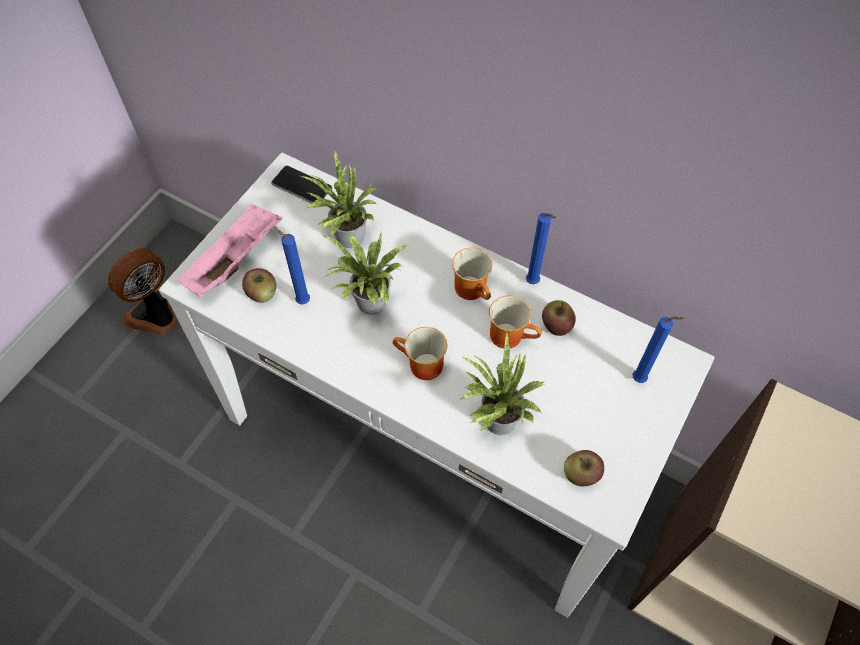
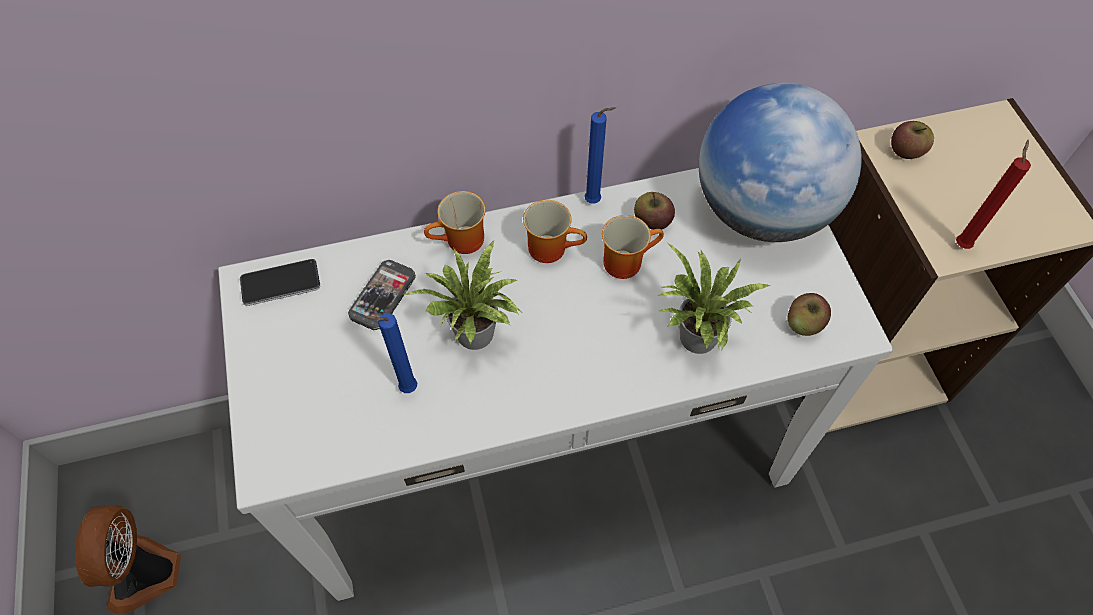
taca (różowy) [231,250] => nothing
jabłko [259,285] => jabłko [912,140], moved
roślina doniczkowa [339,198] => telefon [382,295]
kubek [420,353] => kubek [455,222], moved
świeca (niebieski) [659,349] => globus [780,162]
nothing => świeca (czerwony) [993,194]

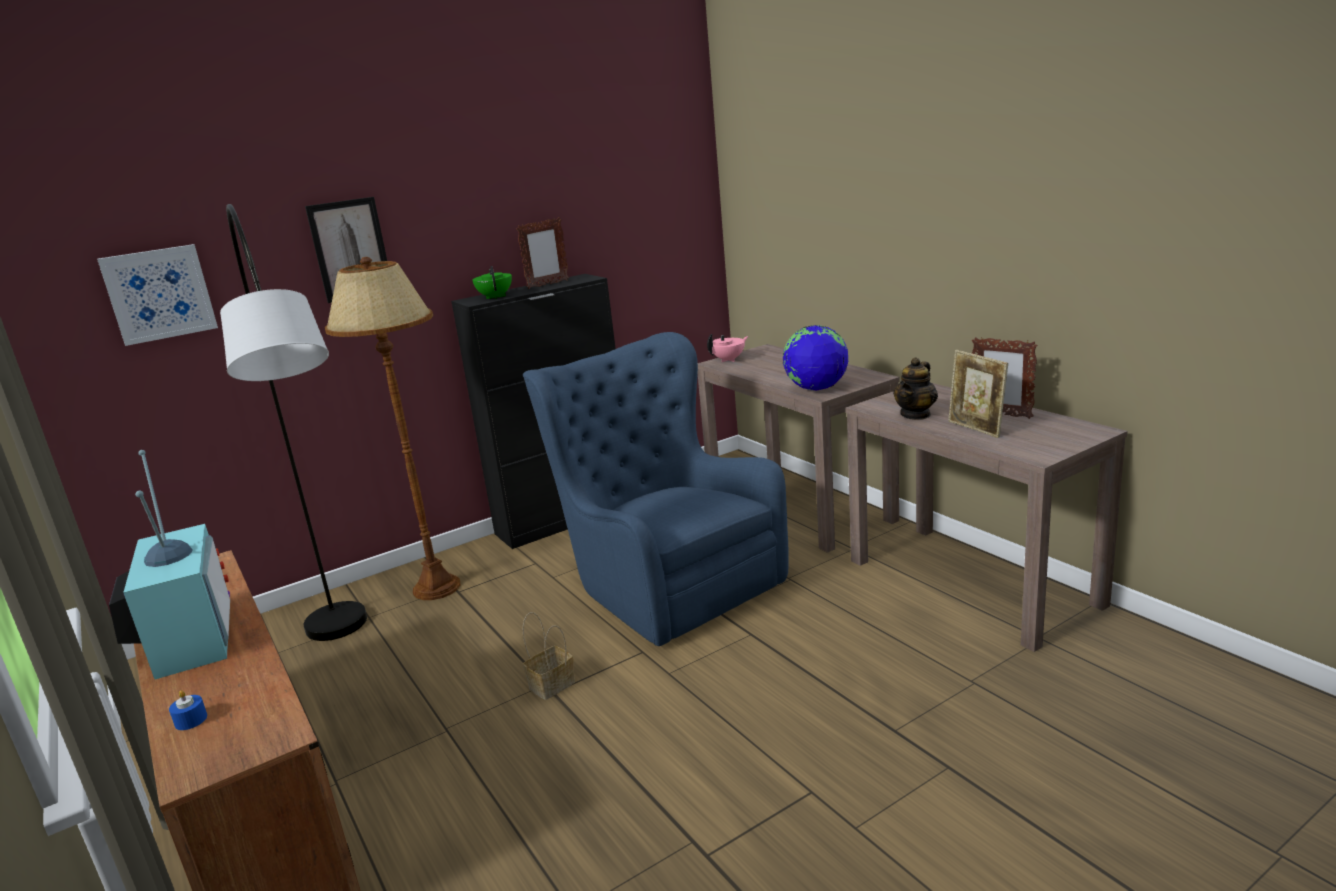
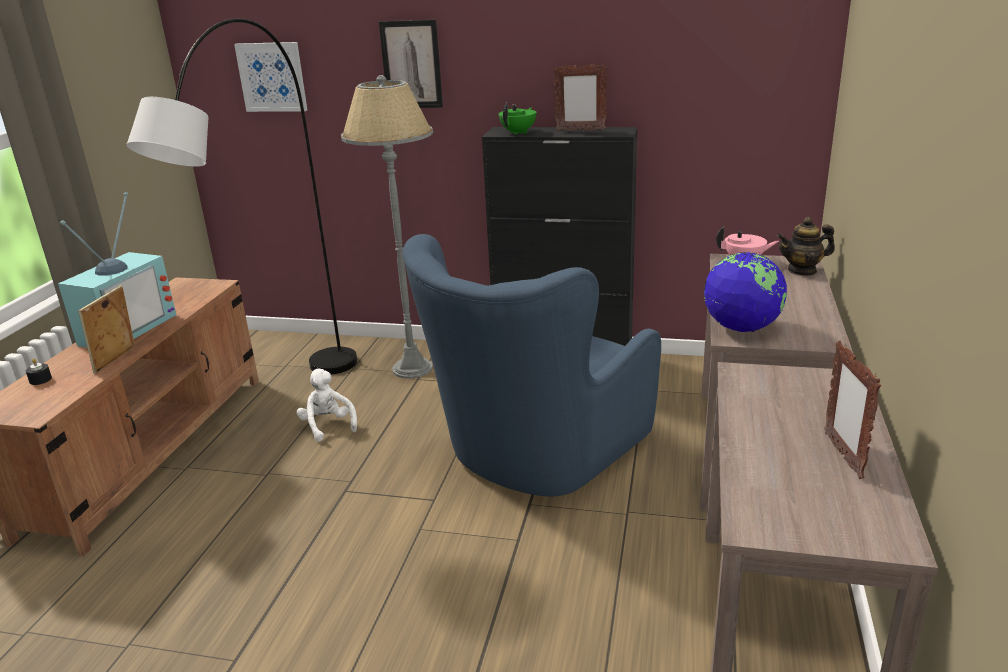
świeca (niebieski) [188,710] => świeca (czarny) [39,371]
lampa stojąca (brązowy) [392,428] => lampa stojąca (szary) [387,227]
fotel (niebieski) [656,489] => fotel (niebieski) [532,365], 150 degrees counterclockwise
koszyk [549,656] => nothing
imbryk [915,388] => imbryk [806,246], moved
ramka na zdjęcie [978,394] => ramka na zdjęcie [106,330], moved
nothing => pluszak (biały) [327,405]

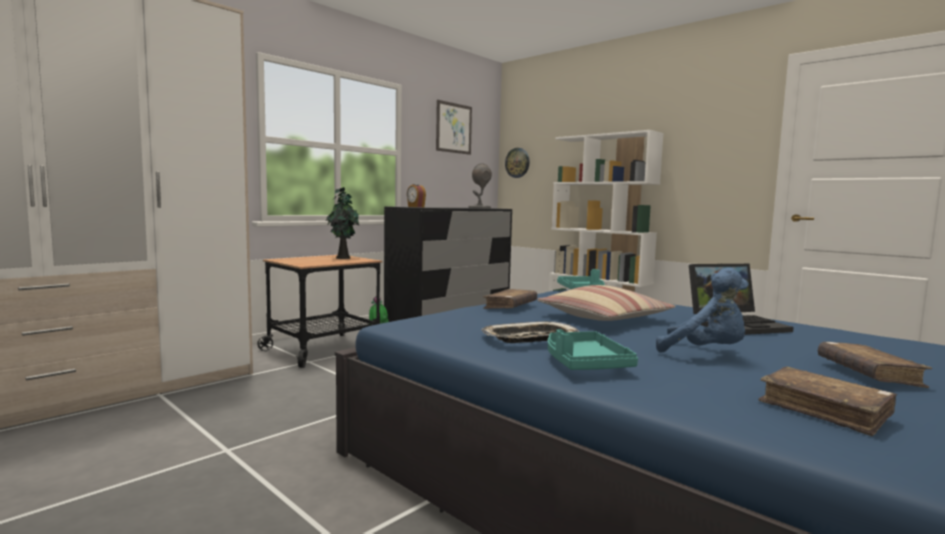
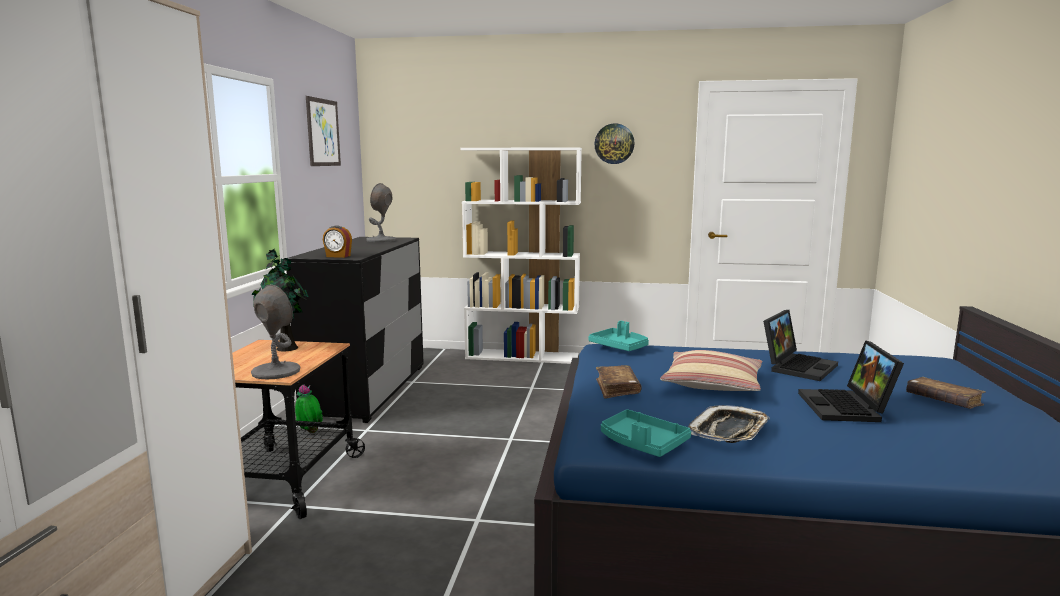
zegar ścienny [517,163] => zegar ścienny [615,143], moved
taca (turkusowy) [593,350] => taca (turkusowy) [646,433], moved
pluszak (niebieski) [702,310] => laptop [851,381]
książka (brązowy) [828,401] => nothing
nothing => lampa stołowa (szary) [275,331]

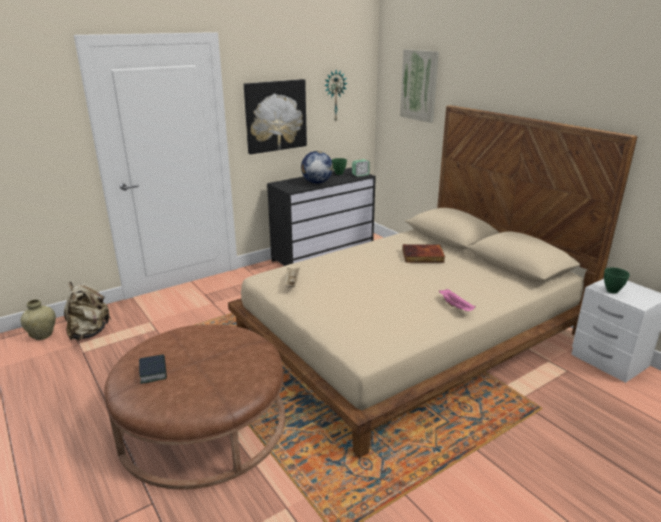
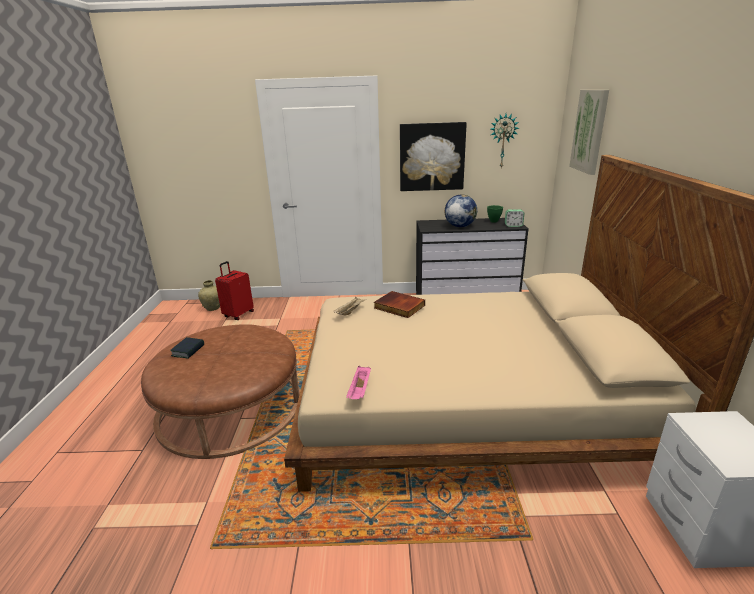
plecak (beżowy) [87,311] => walizka (czerwony) [234,290]
książka [423,253] => książka [399,304], moved
taca (różowy) [457,300] => taca (różowy) [358,382], moved
miska (zielony) [617,280] => nothing

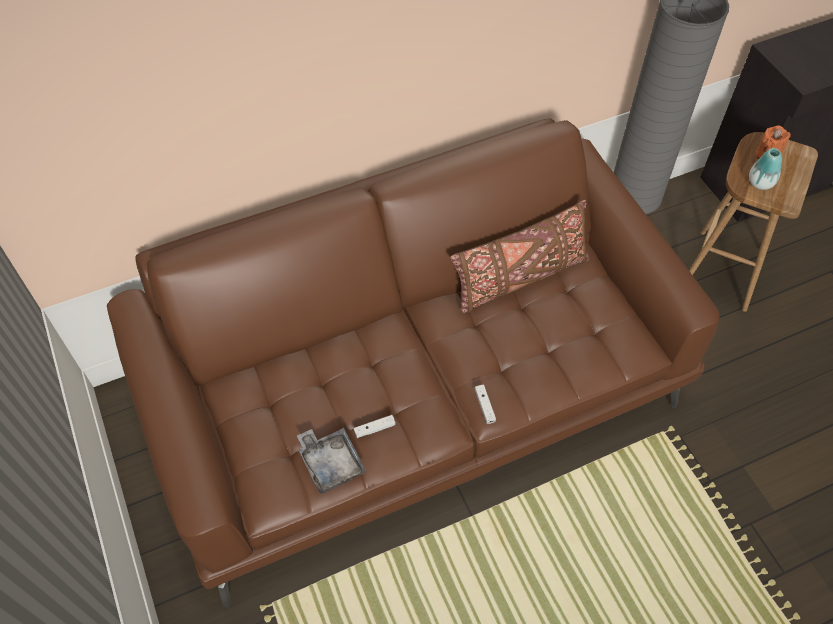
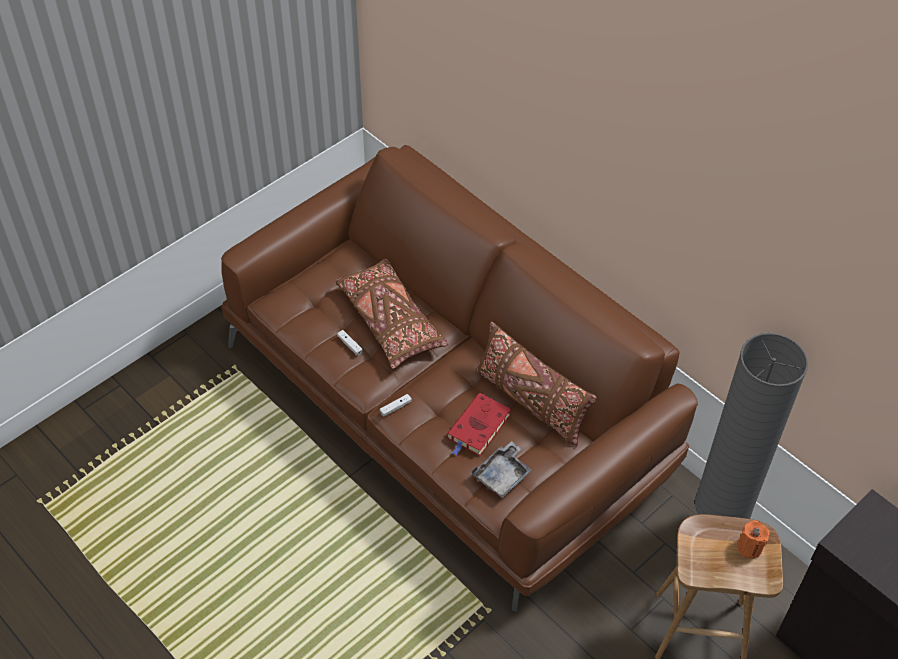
taca (szary) [331,461] => taca (szary) [502,469], moved
wazon [765,169] => nothing
nothing => poduszka (brązowy) [392,314]
nothing => książka (czerwony) [478,424]

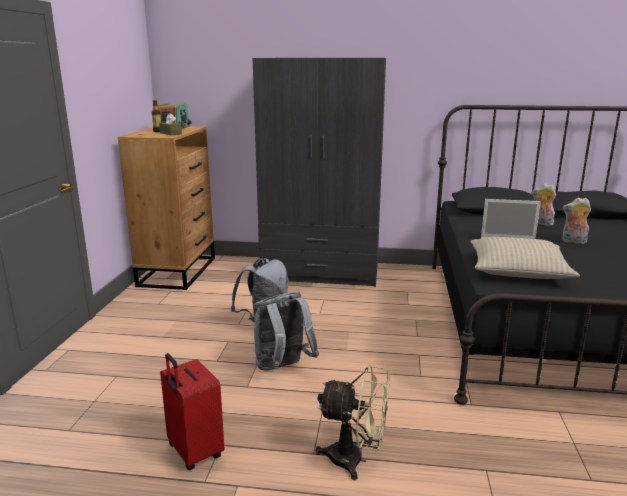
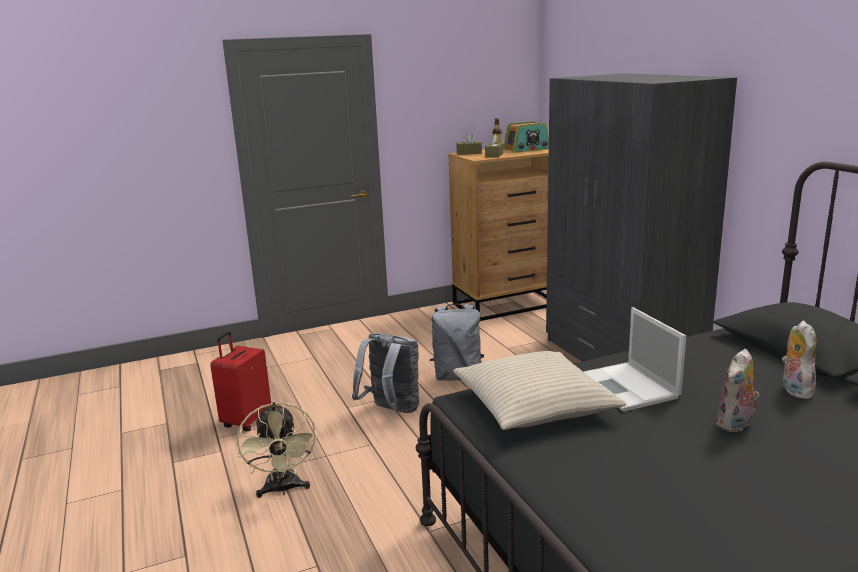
pluszak [576,221] => pluszak [738,390], 120 degrees counterclockwise
nothing => pudełko chusteczek (brązowy) [469,143]

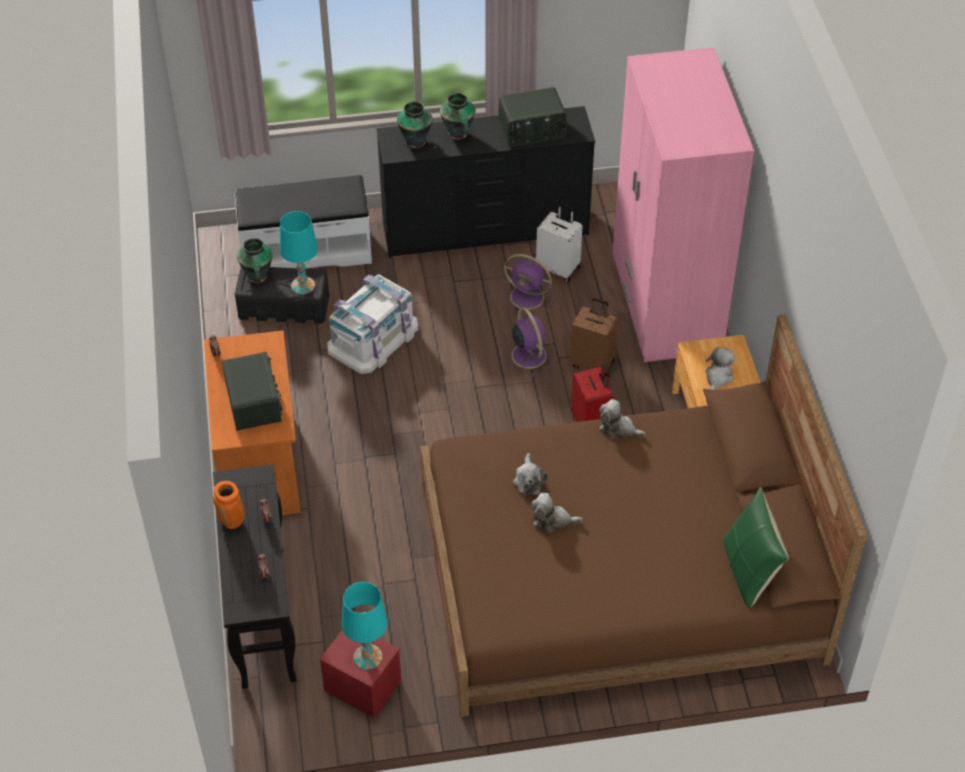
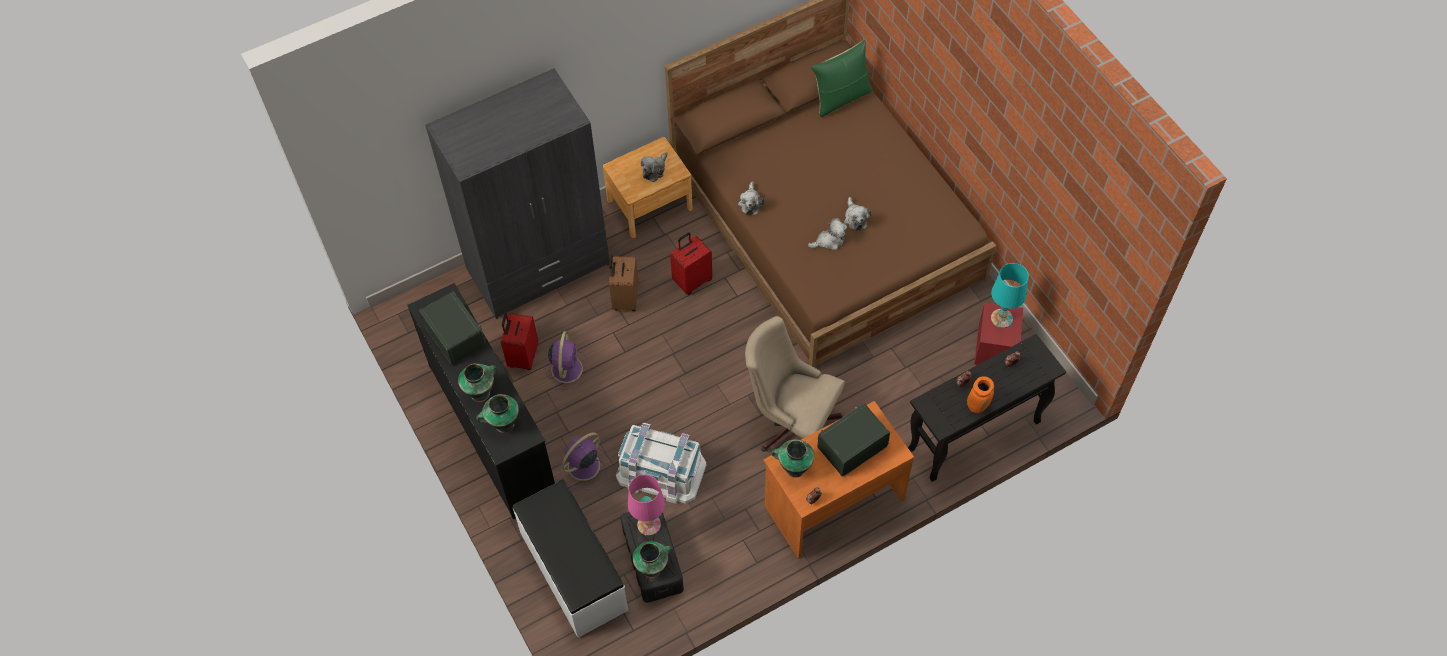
lampa stołowa (turkusowy) [299,253] => lampa stołowa (różowy) [646,505]
wentylator (fioletowy) [528,342] => wentylator (fioletowy) [583,461], moved
walizka (biały) [559,242] => walizka (czerwony) [519,341]
szafa (różowy) [683,204] => szafa (szary) [517,194]
pluszak [720,368] => pluszak [654,167], 60 degrees counterclockwise
nothing => krzesło biurowe (beżowy) [795,384]
nothing => wazon [792,458]

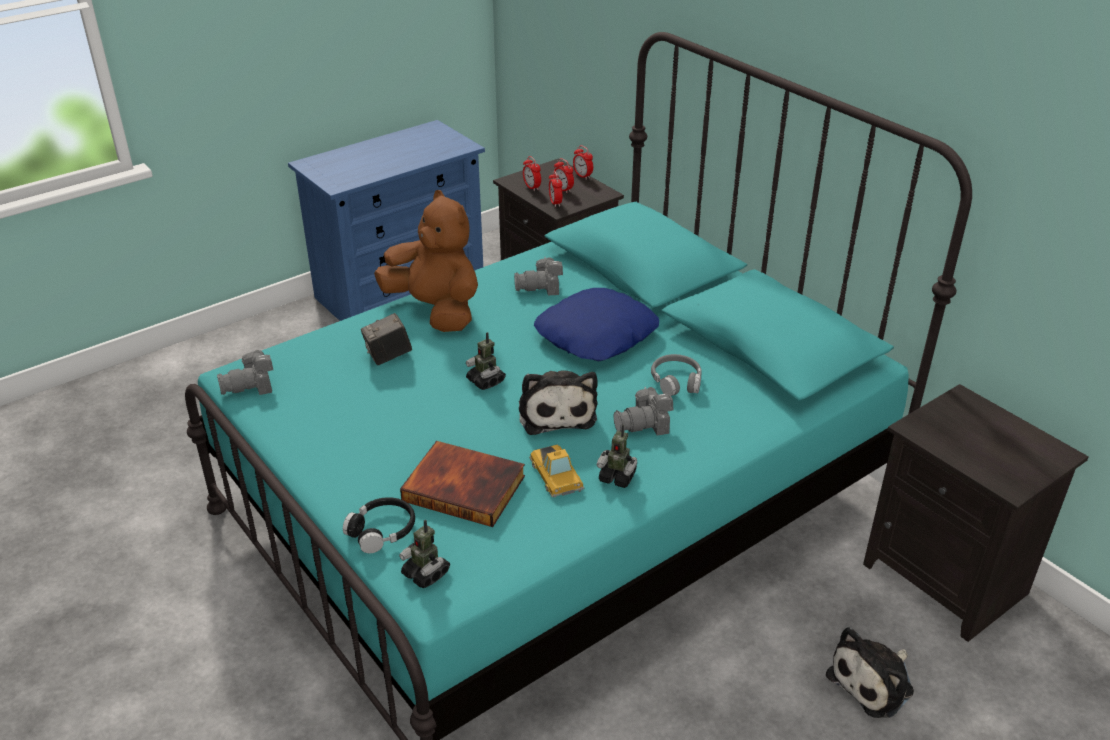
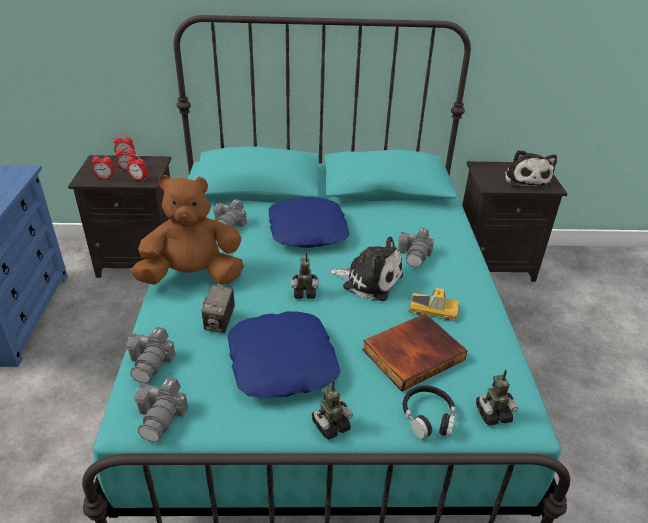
robot zabawkowy [617,456] => robot zabawkowy [332,409], moved
słuchawki (szary) [676,375] => nothing
pluszak [870,672] => pluszak [530,168], moved
nothing => aparat fotograficzny [151,355]
nothing => poduszka (niebieski) [283,354]

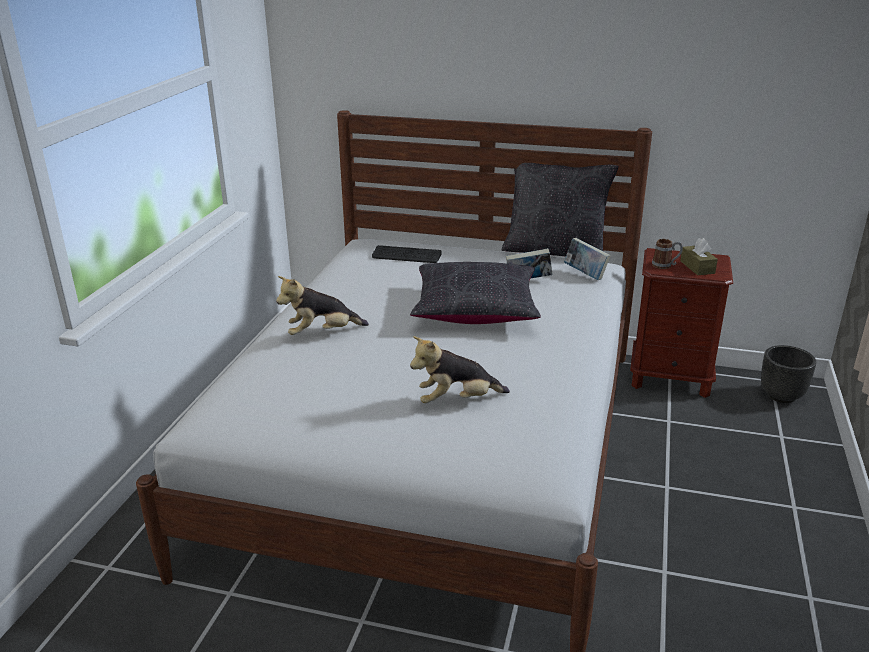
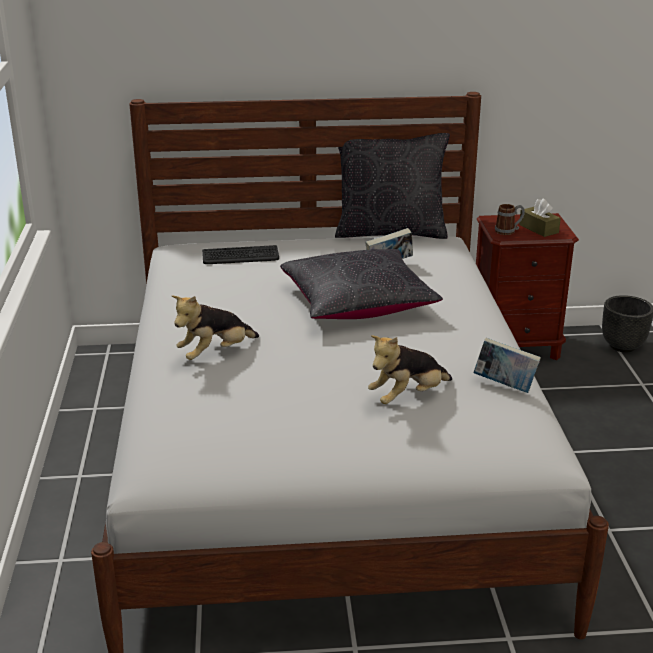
książka [587,259] => książka [507,365], moved

